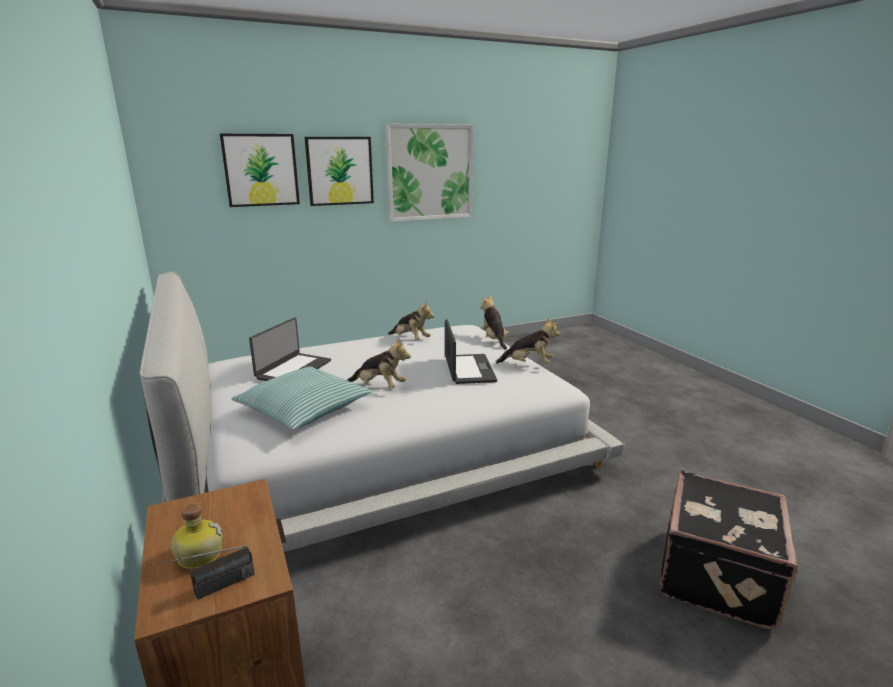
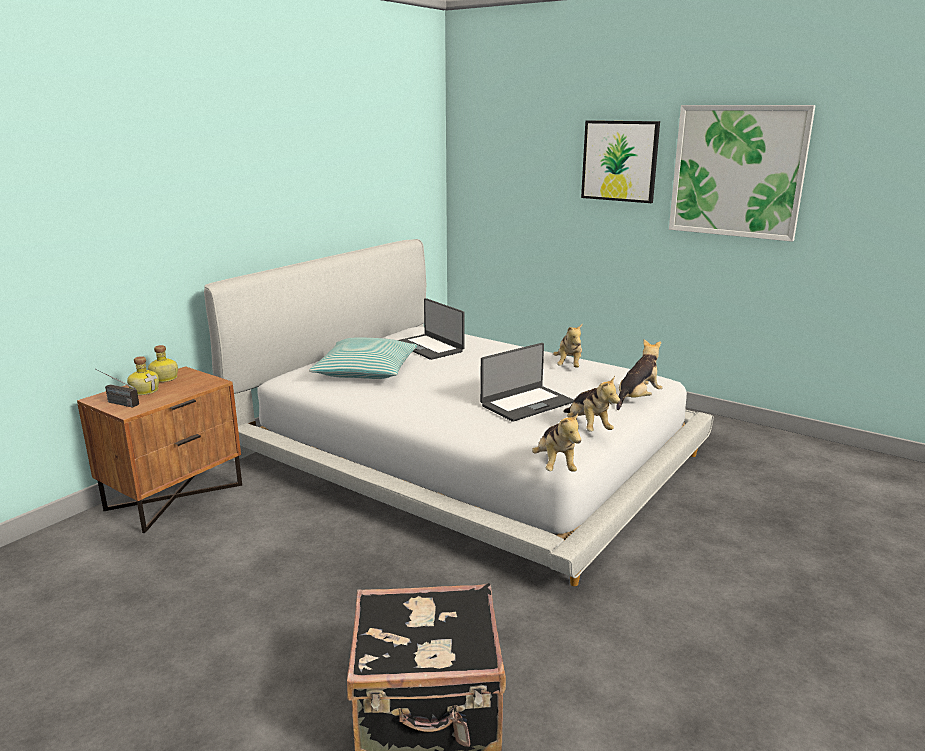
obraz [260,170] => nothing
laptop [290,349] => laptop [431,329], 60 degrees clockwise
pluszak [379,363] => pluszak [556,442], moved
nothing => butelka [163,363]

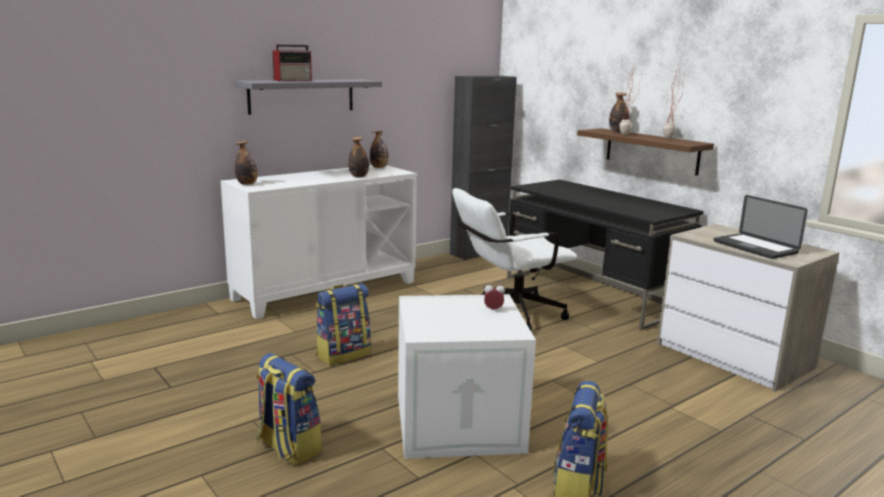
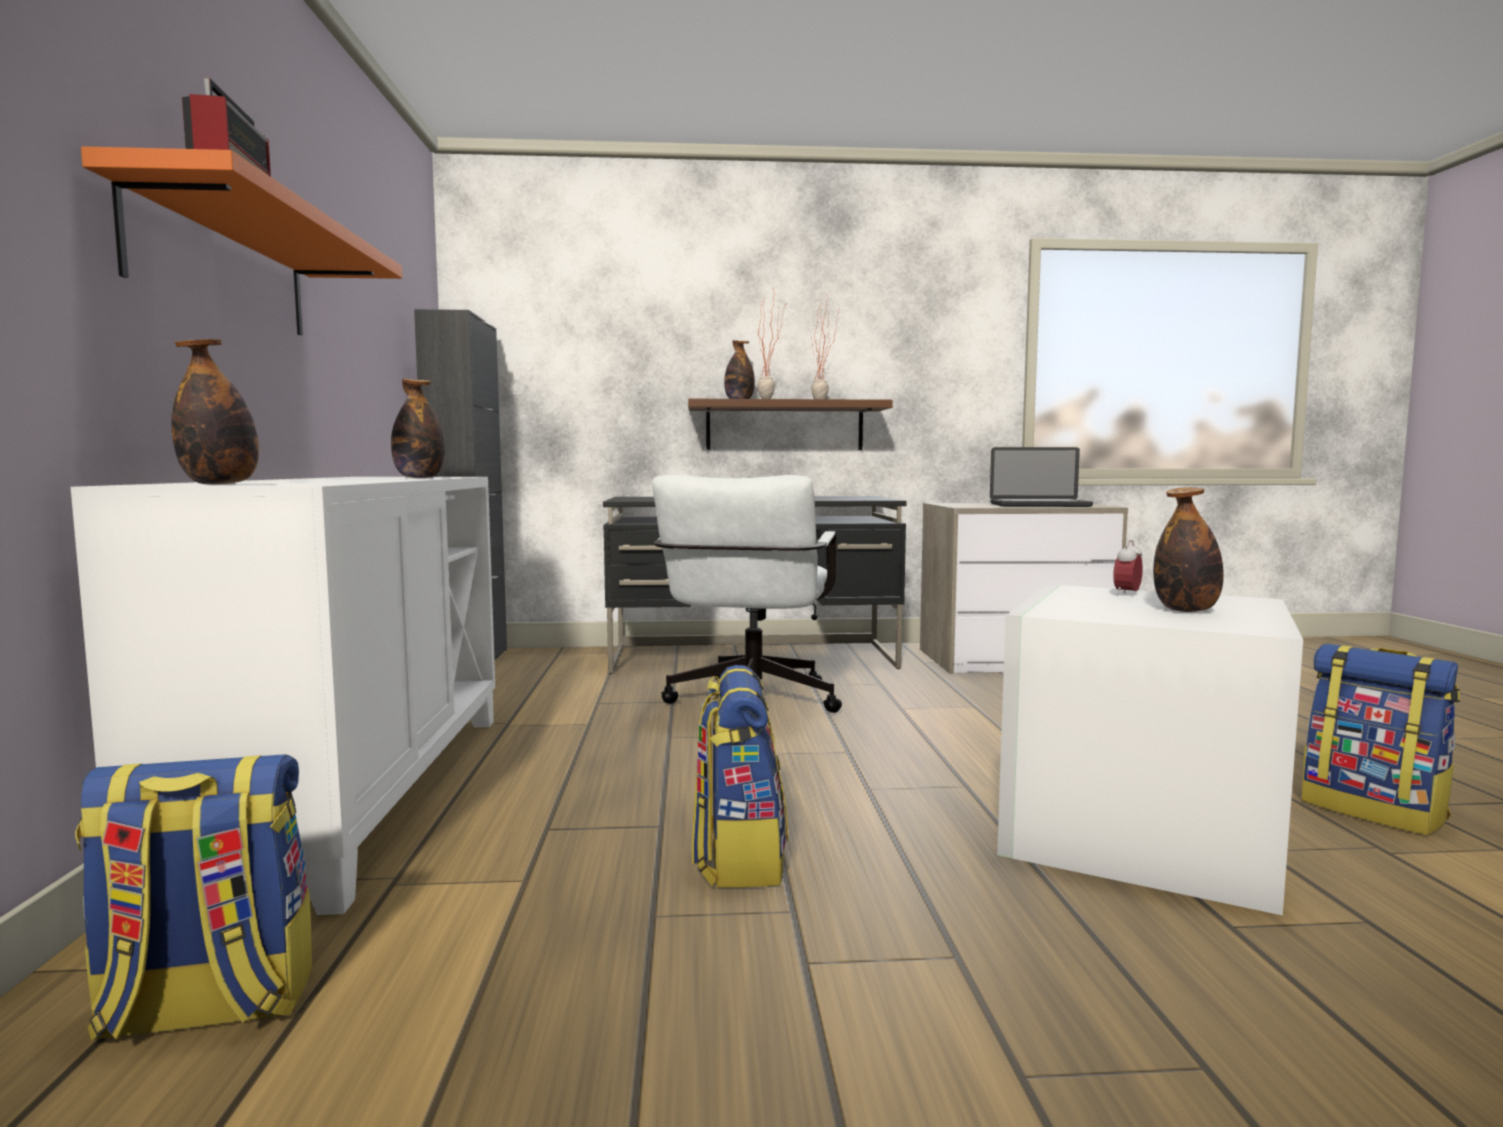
półka (szary) [308,97] => półka (pomarańczowy) [241,240]
plecak [289,409] => plecak [193,897], moved
butelka [379,149] => butelka [1188,549], moved

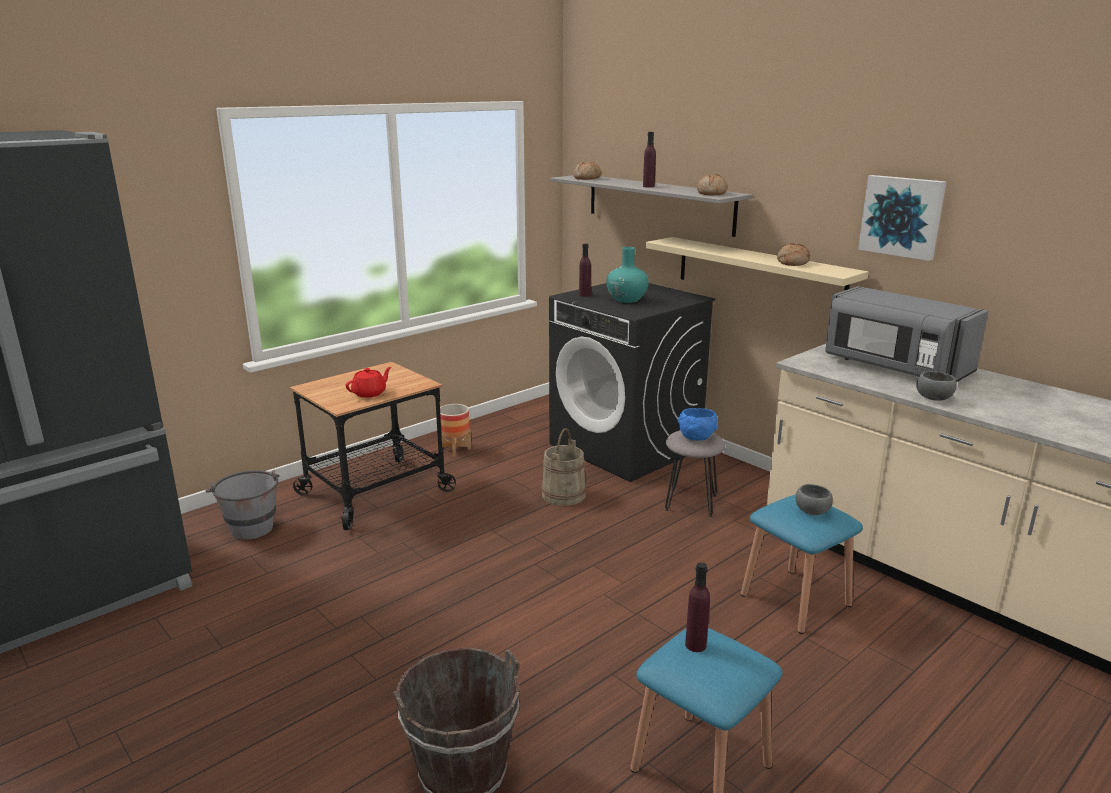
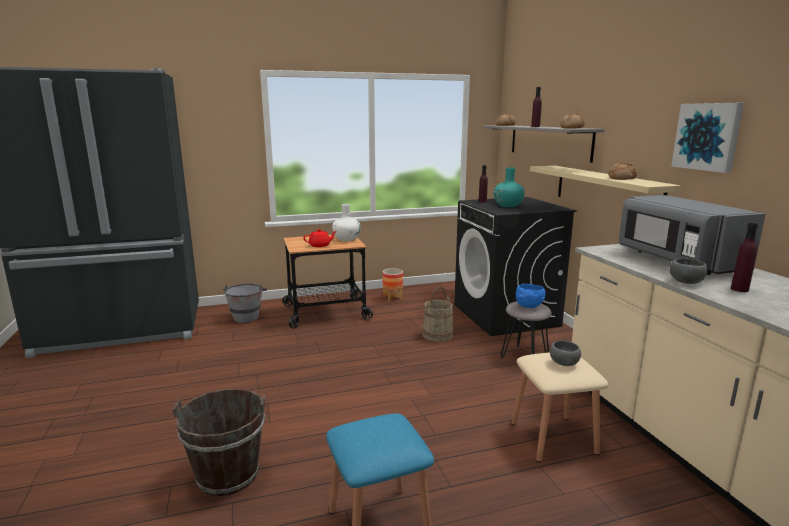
butelka (fioletowy) [697,607] => butelka (fioletowy) [744,257], moved
stołek (niebieski) [802,564] => stołek (beżowy) [559,408]
nothing => wazon (biały) [346,222]

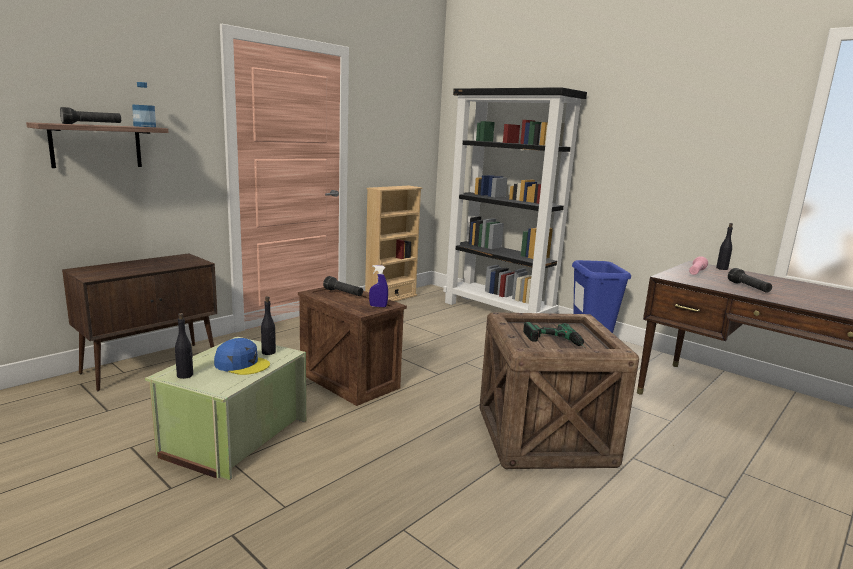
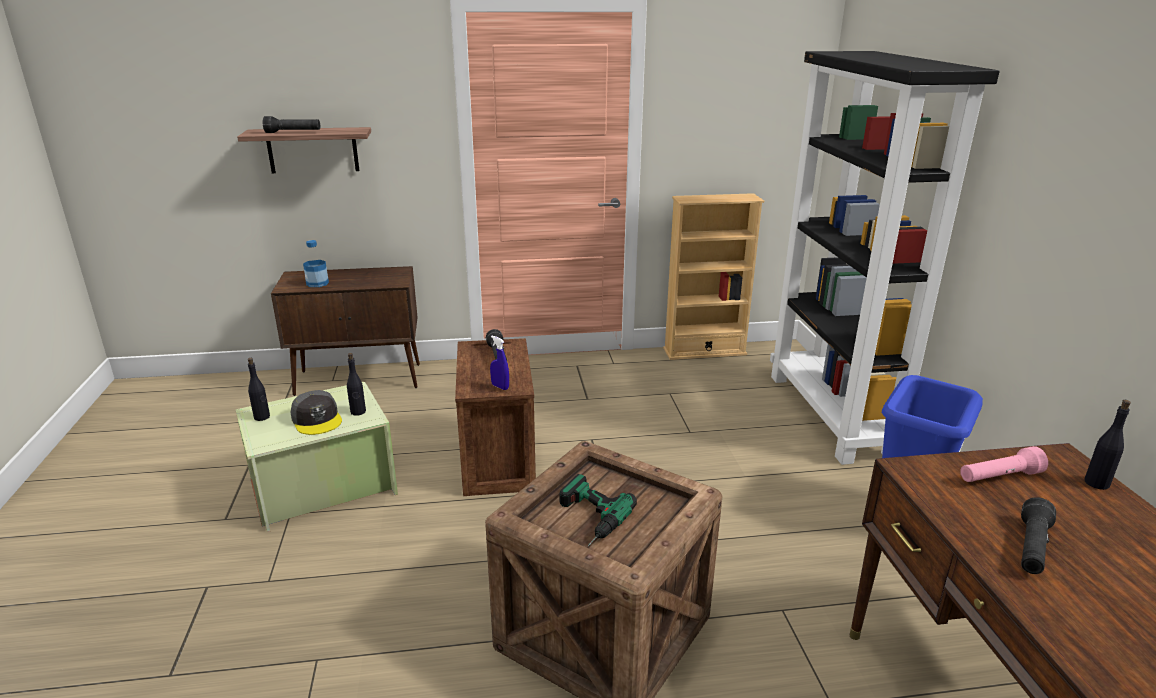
butelka [144,104] => butelka [316,263], moved
czapka z daszkiem (niebieski) [242,356] => czapka z daszkiem (szary) [316,412]

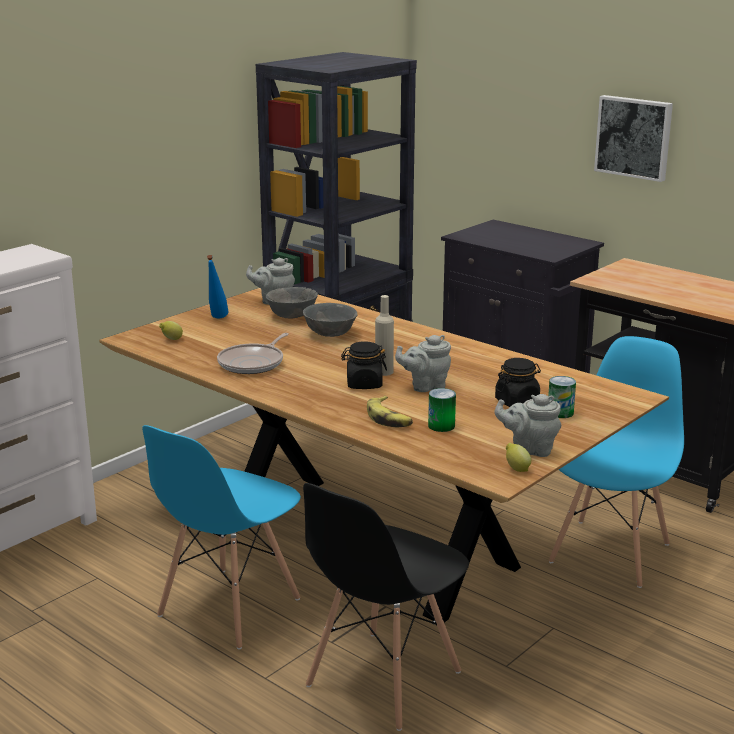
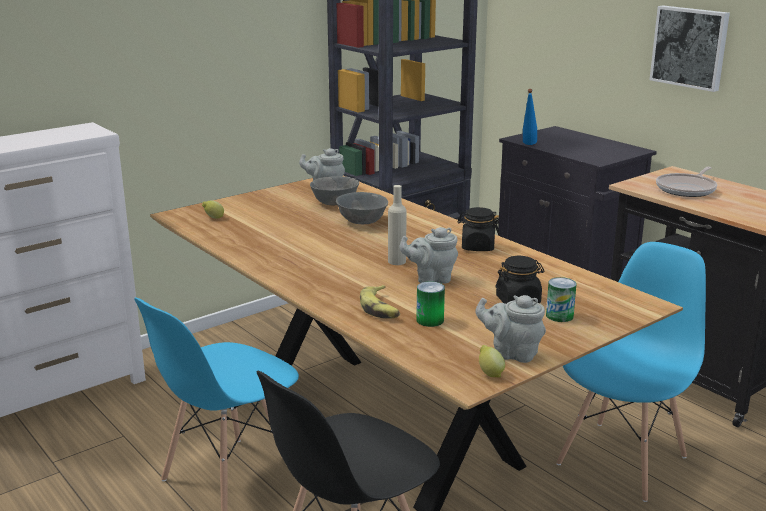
butelka (niebieski) [217,286] => butelka (niebieski) [530,117], moved
patelnia [253,353] => patelnia [686,182], moved
słoik (czarny) [364,365] => słoik (czarny) [478,229], moved

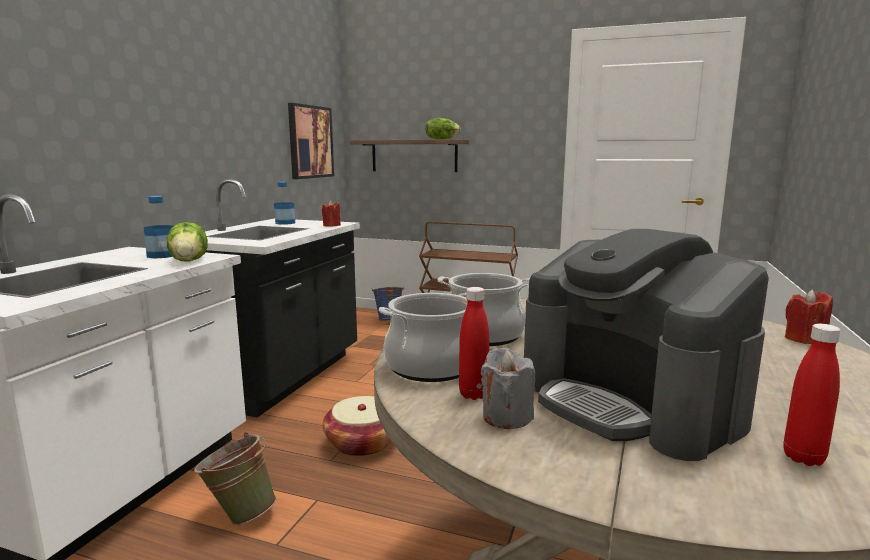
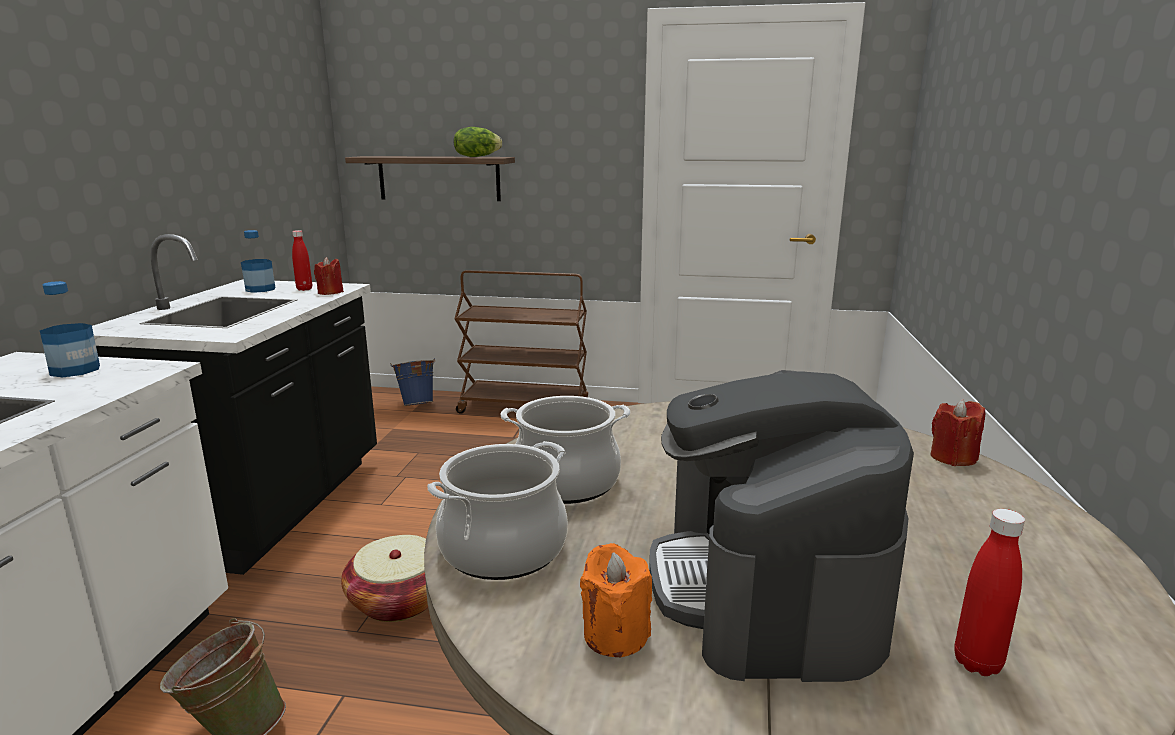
sałata [187,241] => nothing
obraz [311,141] => nothing
butelka (czerwony) [474,343] => butelka (czerwony) [302,260], moved
świeca (szary) [508,388] => świeca (pomarańczowy) [616,600]
ekspres do kawy [646,345] => ekspres do kawy [781,526], 45 degrees clockwise

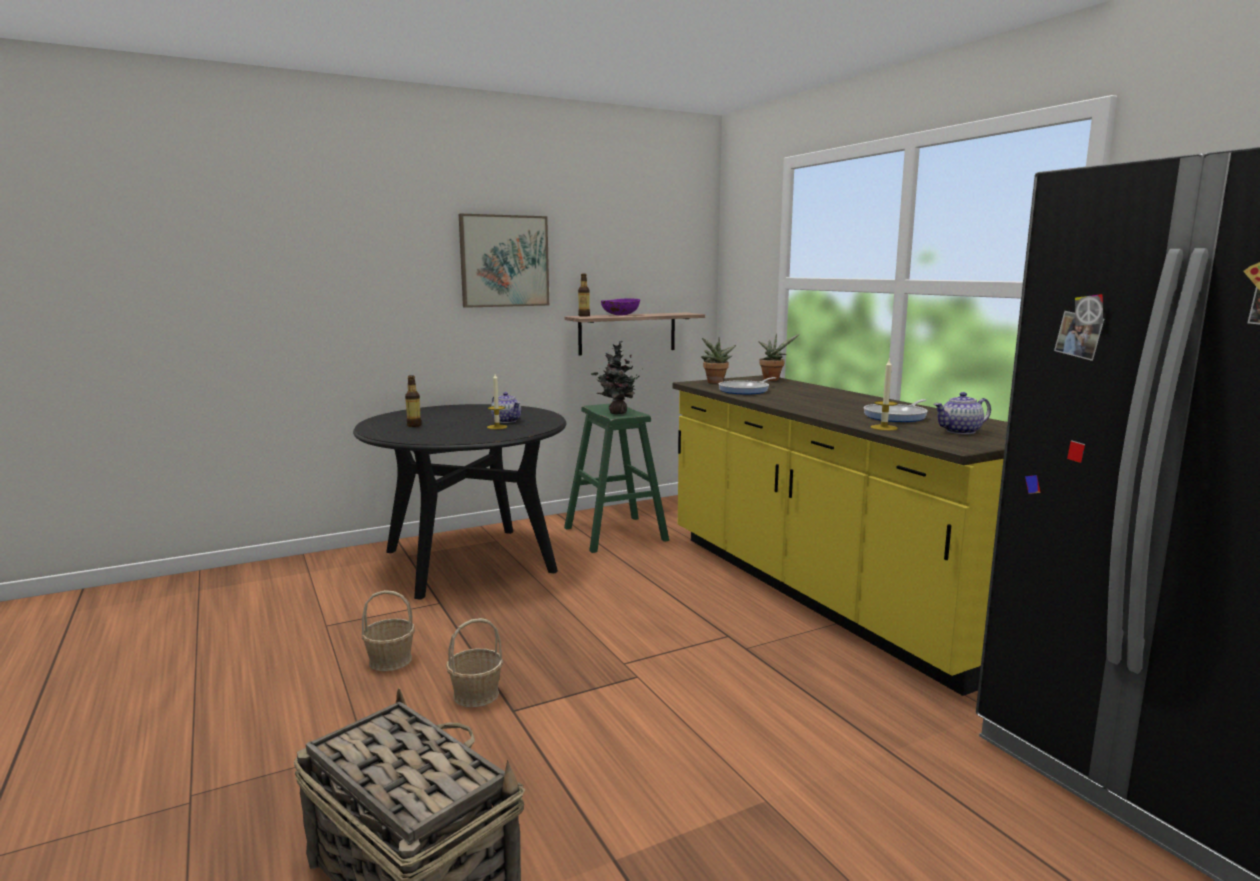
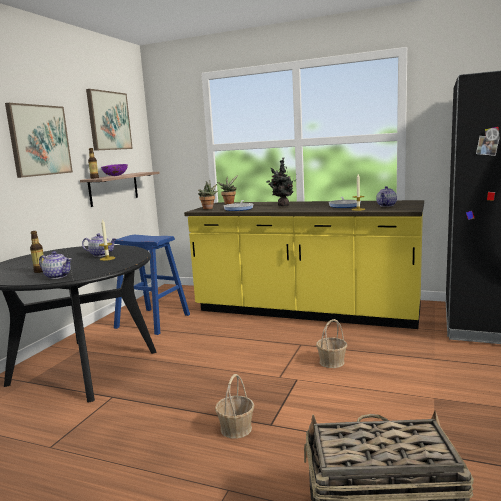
koszyk [388,630] => koszyk [331,343], moved
stołek (zielony) [616,478] => stołek (niebieski) [152,285]
roślina doniczkowa [617,377] => roślina doniczkowa [281,182], moved
nothing => imbryk [55,265]
nothing => obraz [109,120]

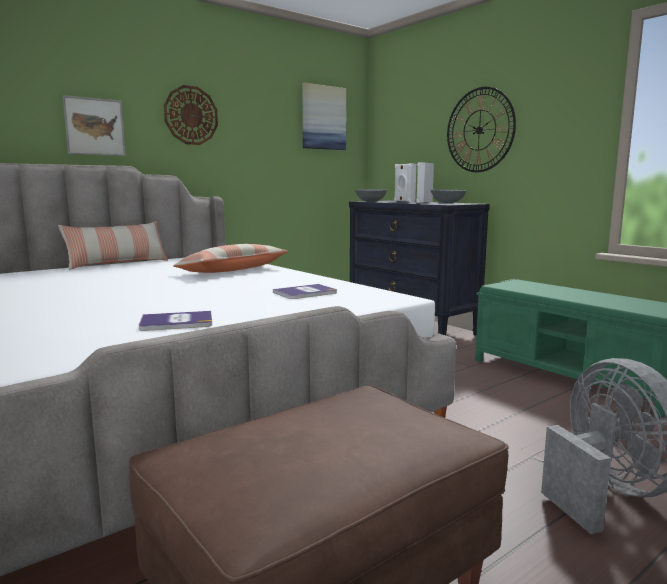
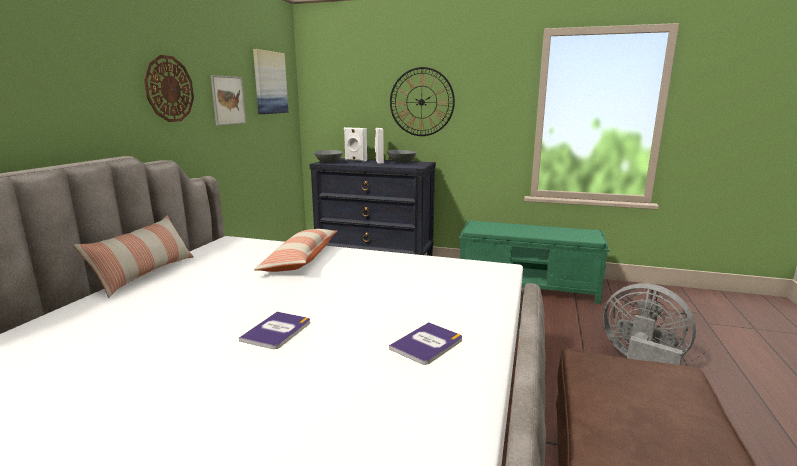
obraz [94,125] => obraz [228,100], moved
książka [305,291] => książka [274,330], moved

